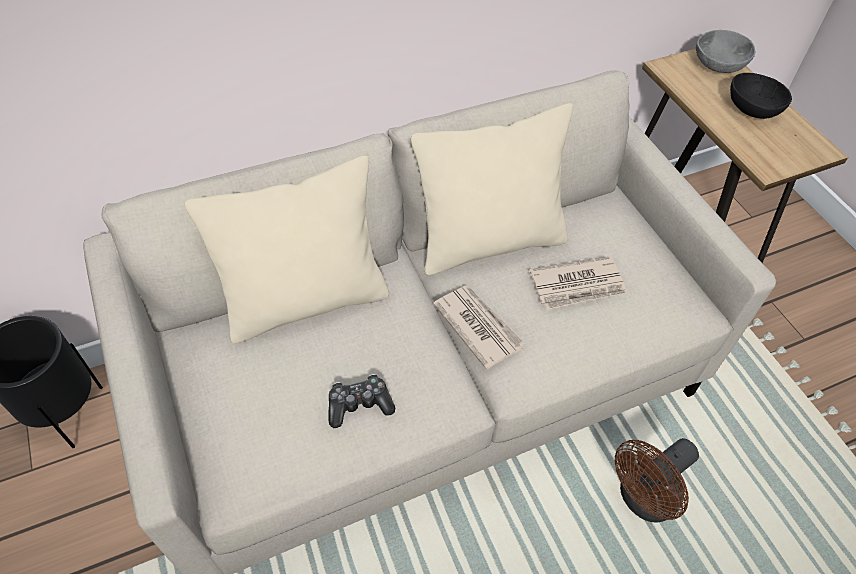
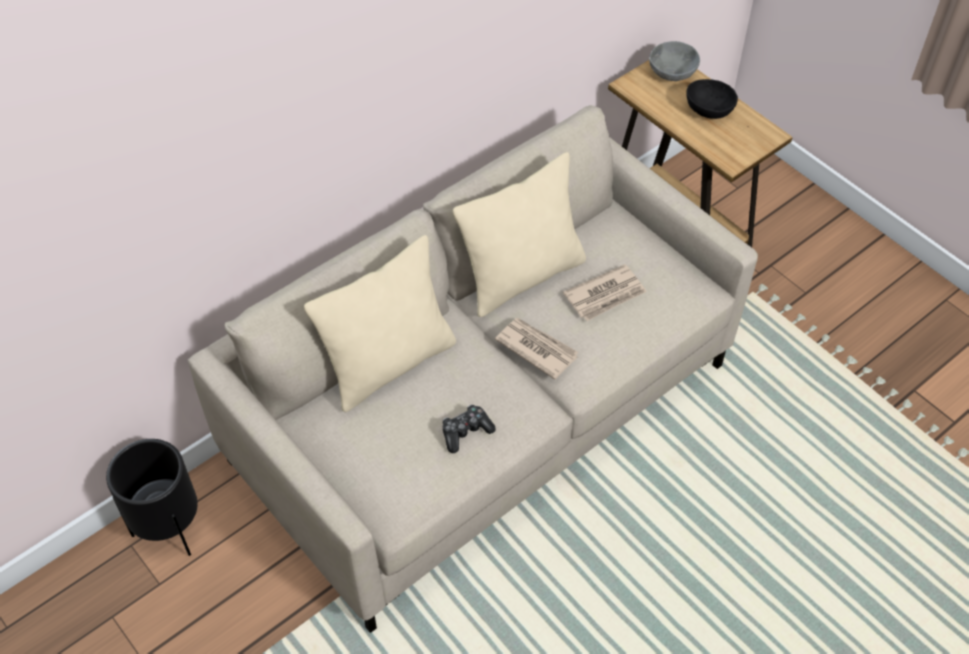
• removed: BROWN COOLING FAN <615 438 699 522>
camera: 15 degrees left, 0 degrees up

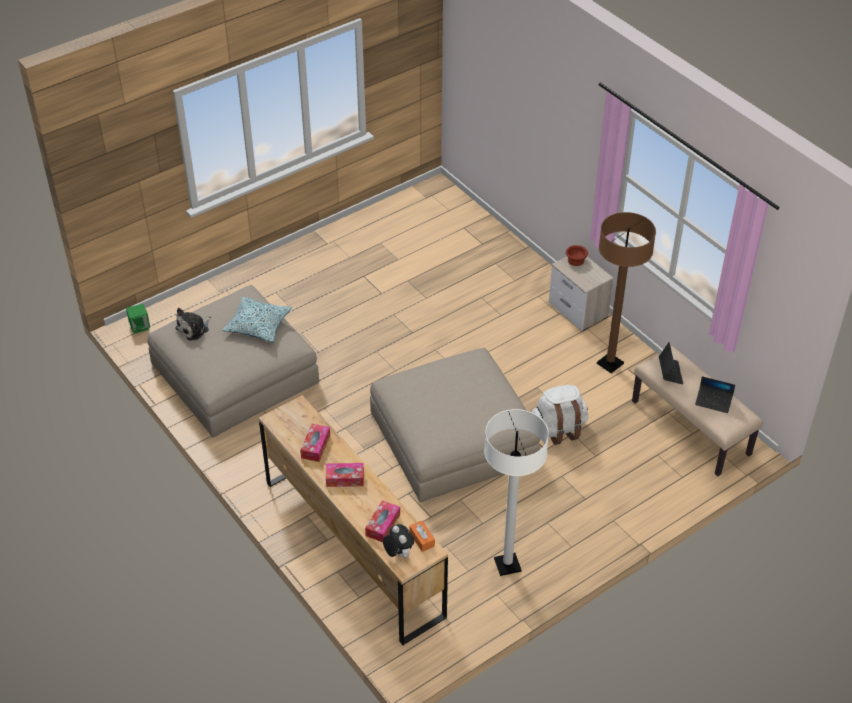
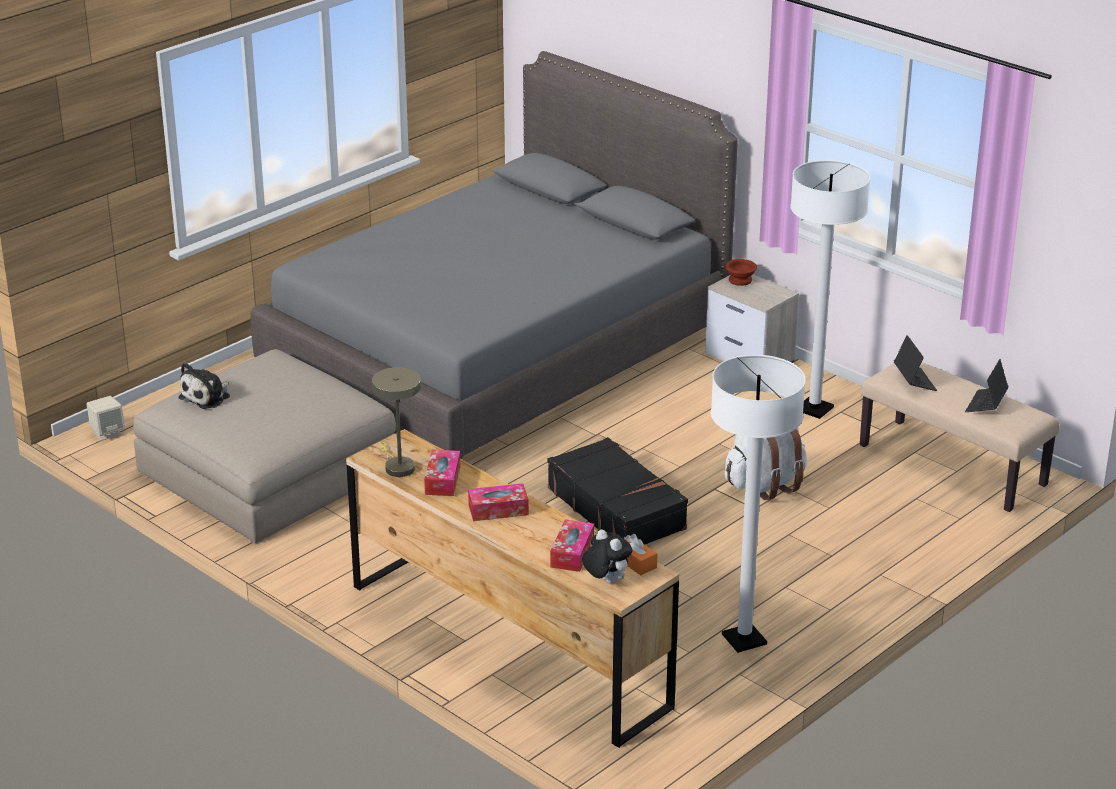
• recoloured: GREEN LOUDSPEAKER <126 304 150 334> to BEIGE LOUDSPEAKER <86 396 125 441>
• added: GREY BEDROOM BED <250 51 738 459>
• added: BEIGE TABLE LAMP <372 367 421 477>
• replaced: BEIGE POUFFE <370 348 540 503> to BLACK SUITCASE <547 437 688 544>
• recoloured: BROWN STANDARD LAMP <597 212 656 373> to WHITISH STANDARD LAMP <790 160 870 419>
• turned: LAPTOP <695 376 735 413> = <965 359 1008 412> 105 degrees clockwise
• removed: CUSHION <223 297 292 342>
camera: 10 degrees left, 15 degrees down

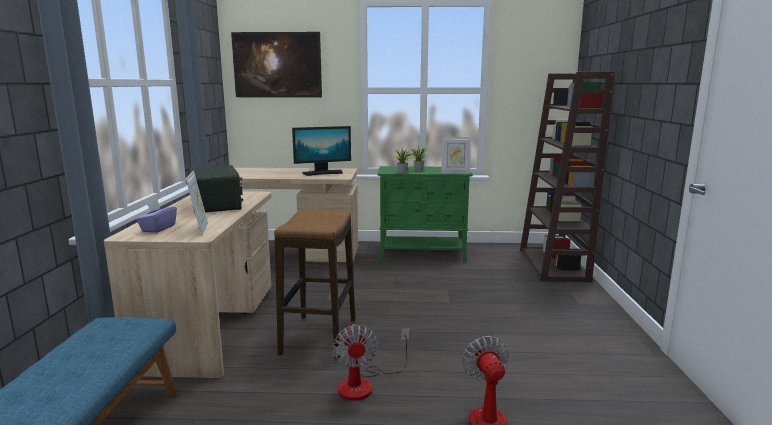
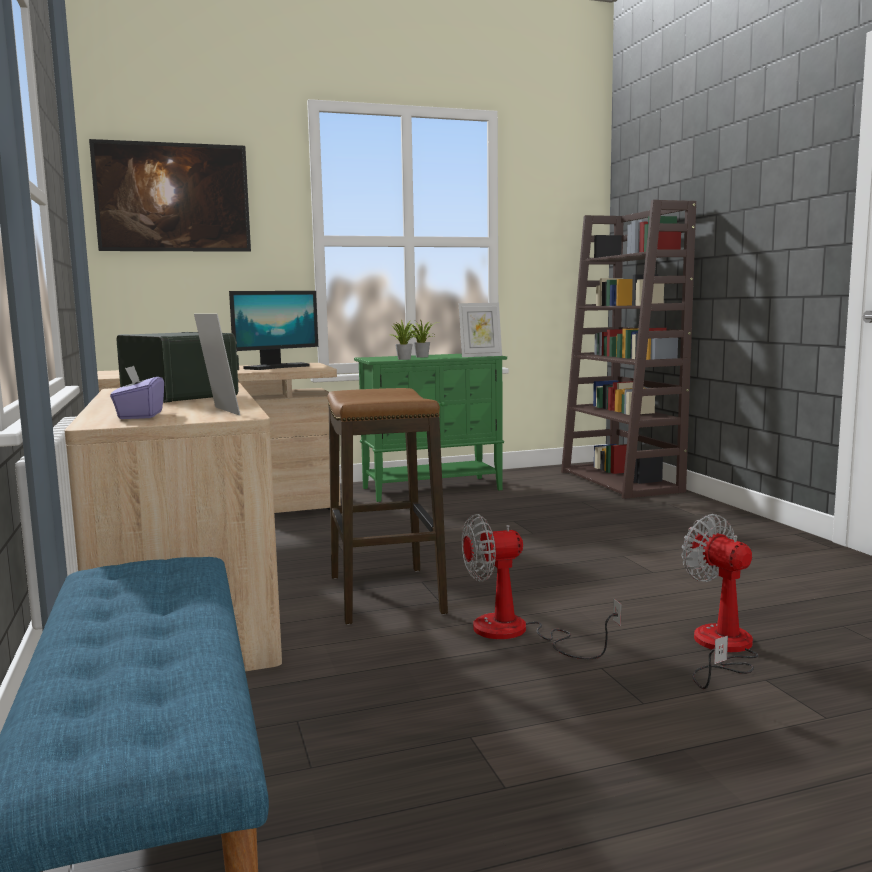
• turned: COOLING FAN <333 324 410 401> = <462 514 621 659> 105 degrees clockwise
camera: 20 degrees left, 5 degrees down

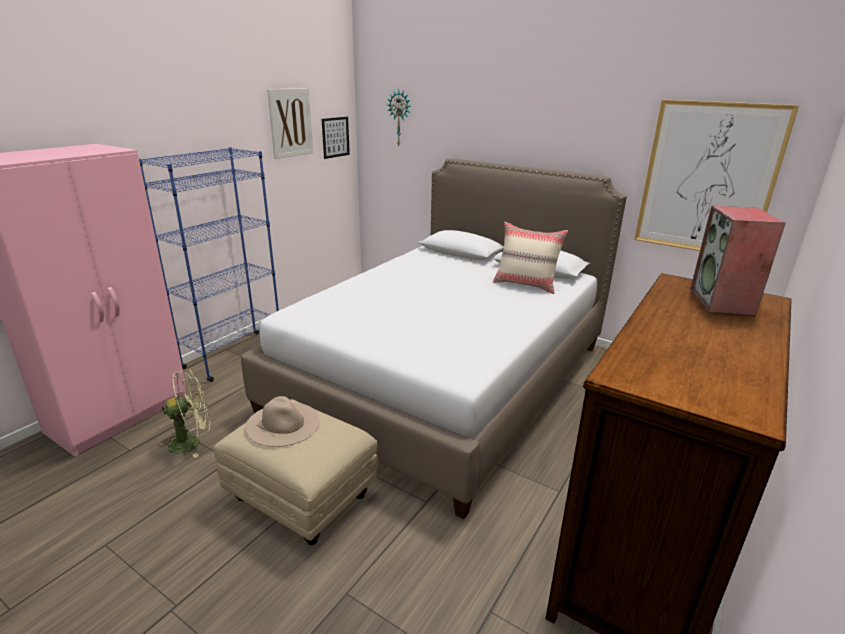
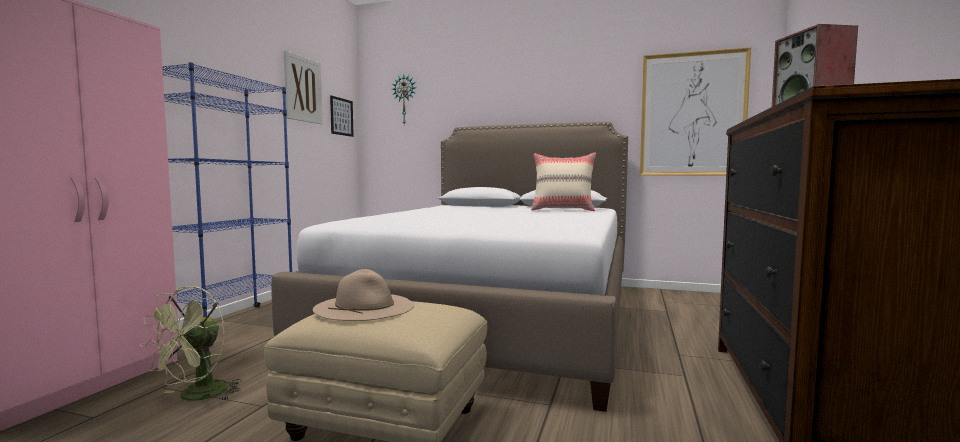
• turned: GREEN COOLING FAN <158 369 211 458> = <140 286 242 401> 150 degrees clockwise
camera: 15 degrees left, 20 degrees down

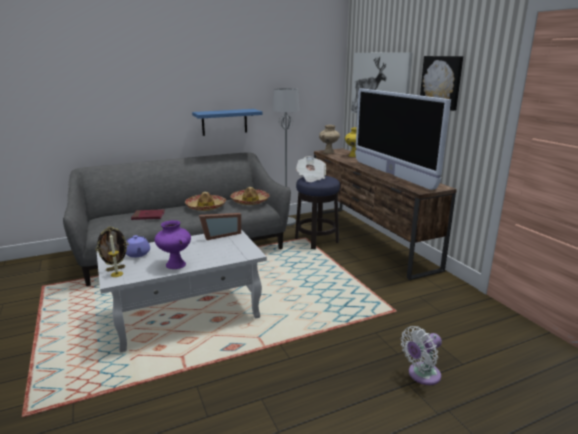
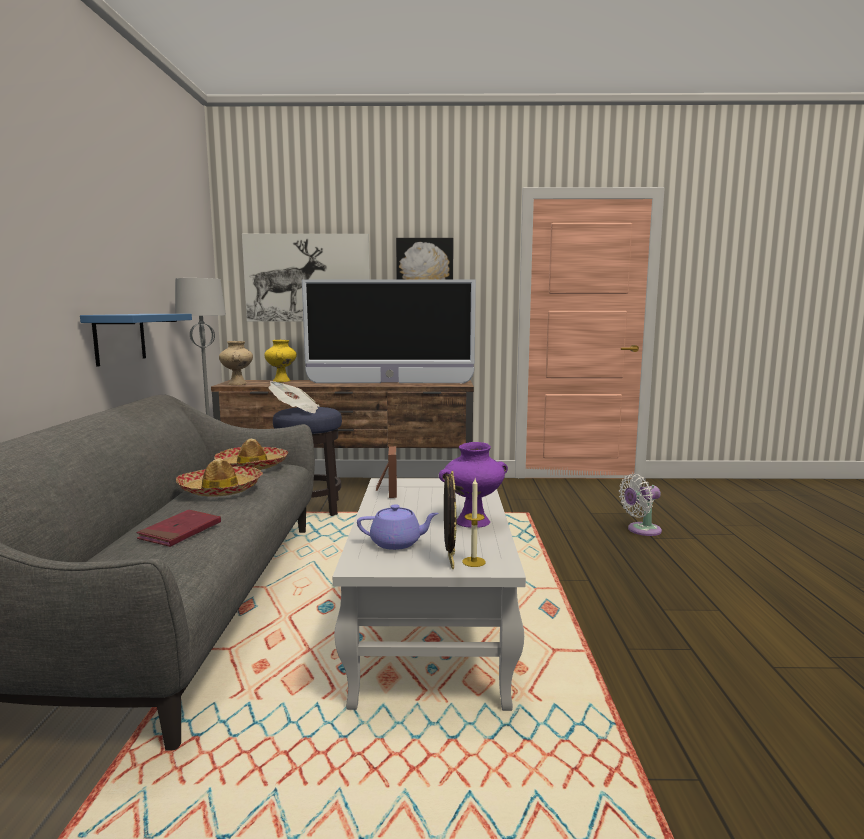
• turned: WHITISH COOLING FAN <401 326 442 385> = <619 474 662 536> 75 degrees clockwise
camera: 65 degrees left, 10 degrees down

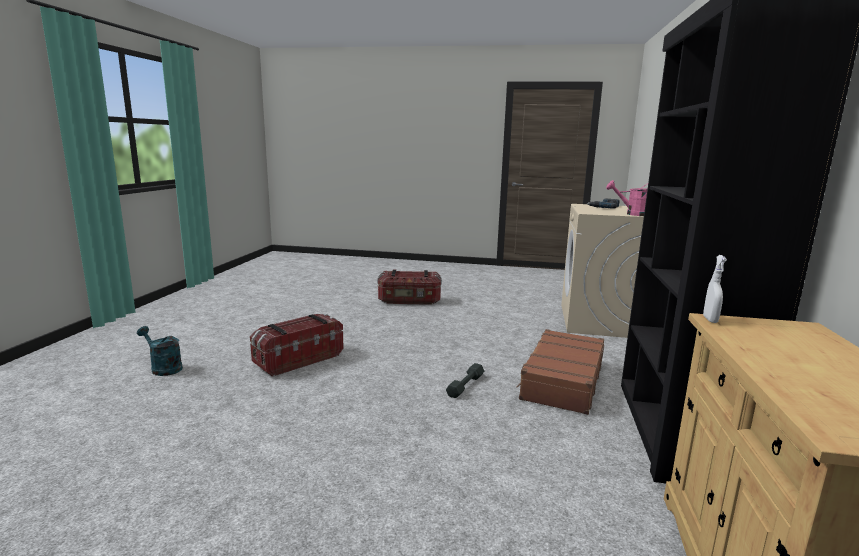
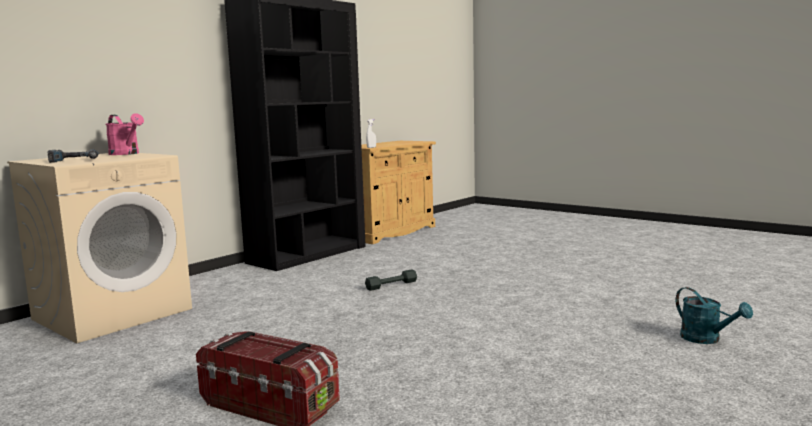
• removed: STORAGE BIN <250 314 344 377>
• removed: BROWN SUITCASE <516 329 604 415>
camera: 150 degrees left, 5 degrees down

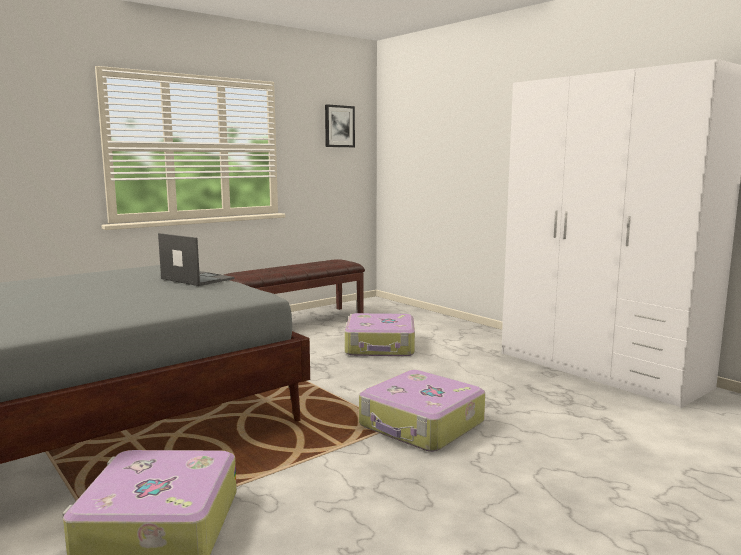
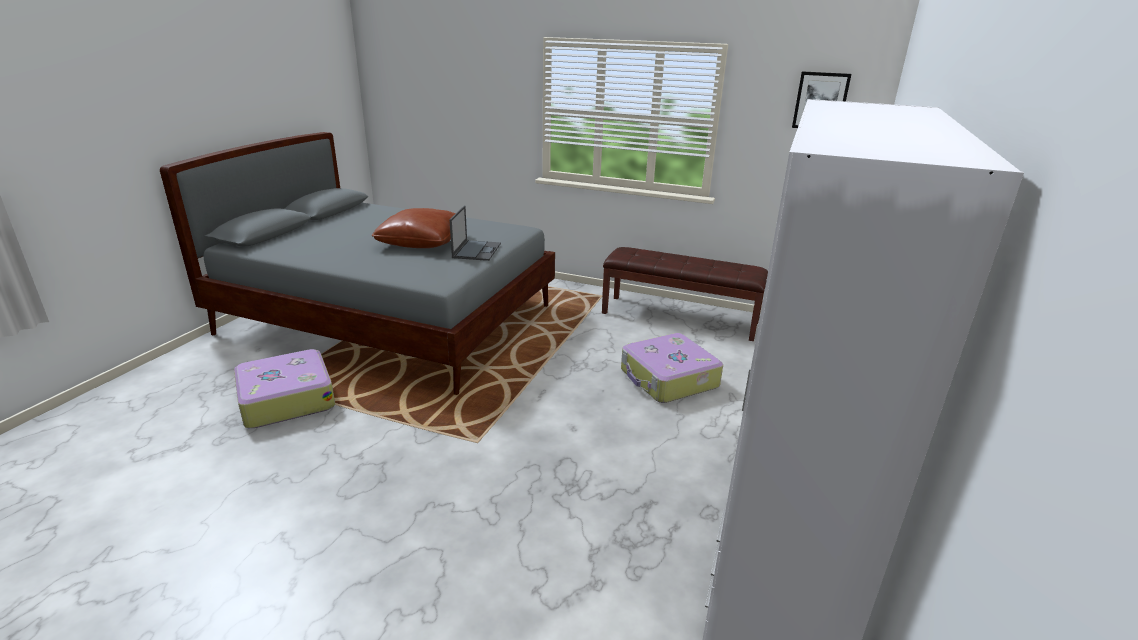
• added: BROWN CUSHION <372 208 456 248>
• removed: SUITCASE <359 370 485 452>
camera: 60 degrees right, 15 degrees up

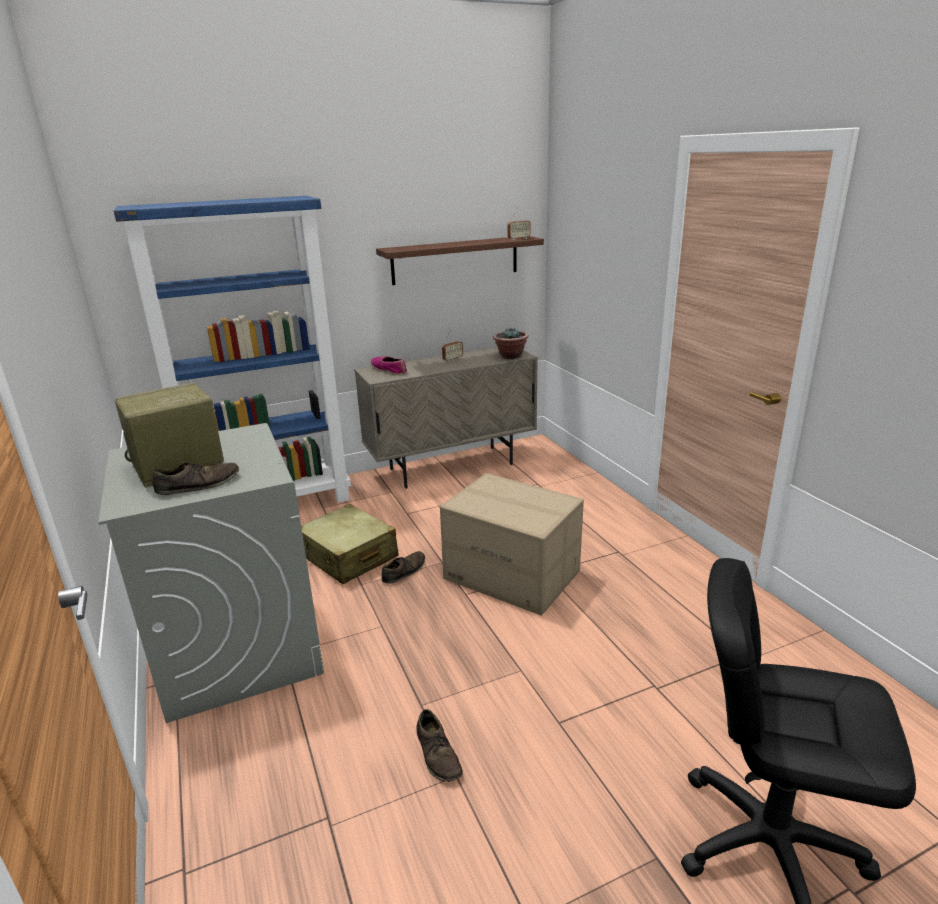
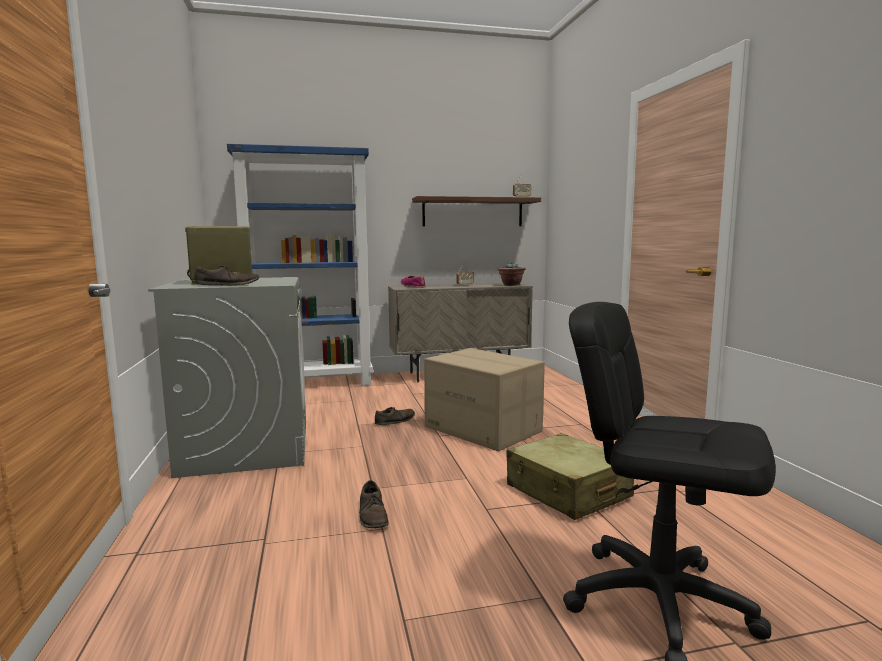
• moved: BEIGE SUITCASE <301 504 399 584> to <506 433 634 520>
camera: 10 degrees right, 15 degrees down

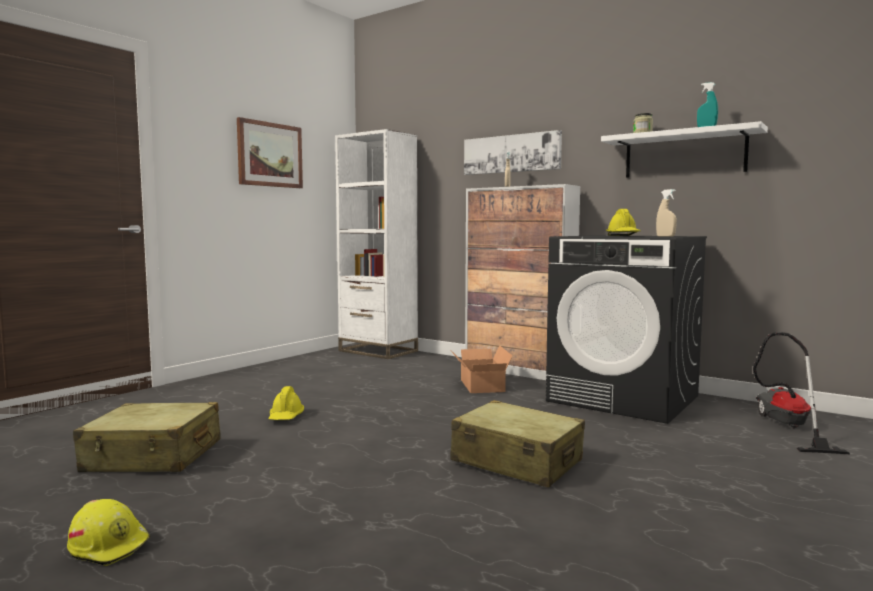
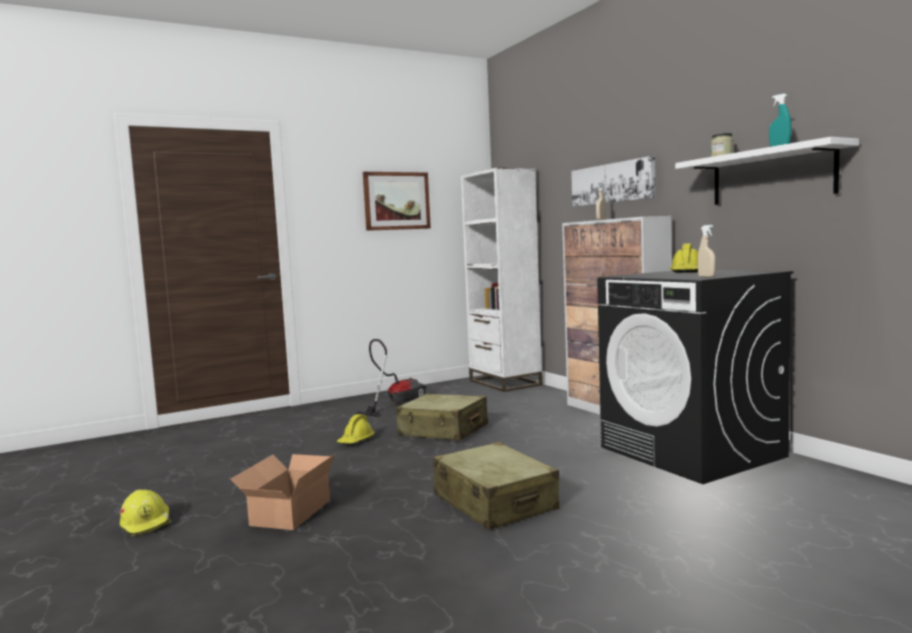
• moved: CARDBOARD BOX <451 345 512 393> to <231 454 335 530>
• moved: HOOVER <753 332 850 454> to <356 339 426 417>
• moved: BEIGE SUITCASE <73 402 221 472> to <395 394 488 441>
camera: 25 degrees right, 0 degrees up

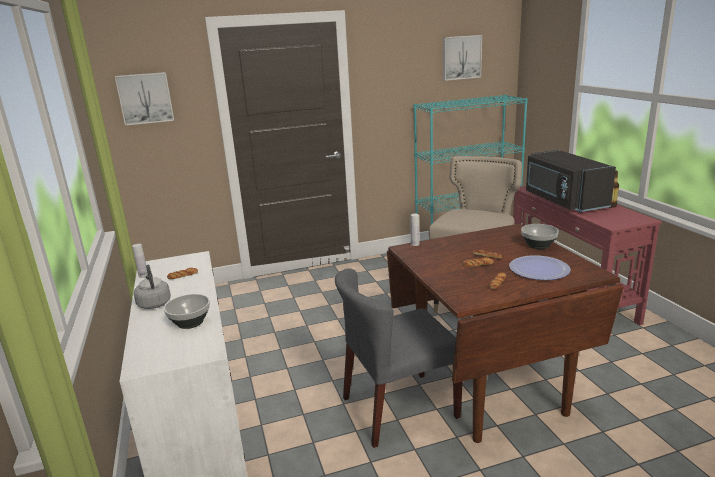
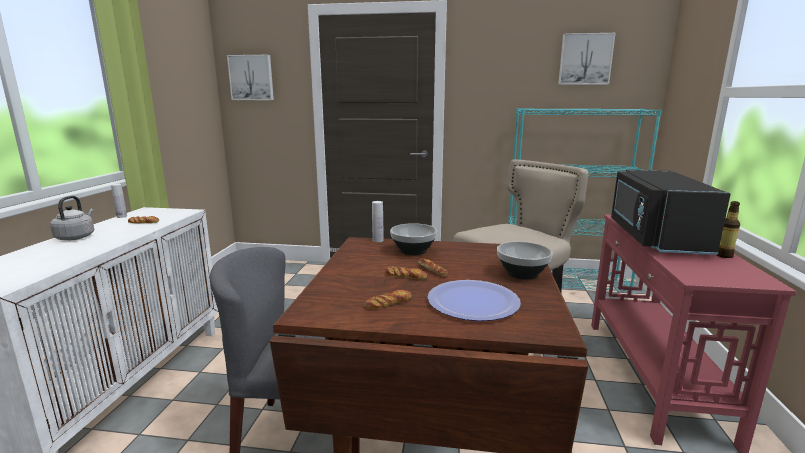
• moved: DEEP DISH <164 294 210 329> to <390 223 437 255>
camera: 25 degrees right, 5 degrees down

